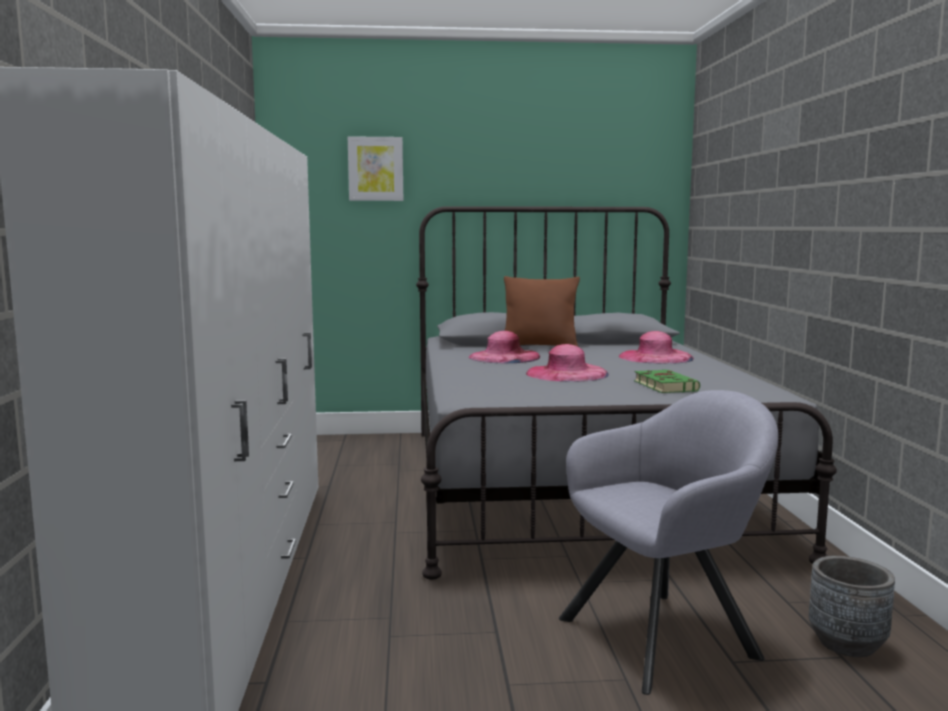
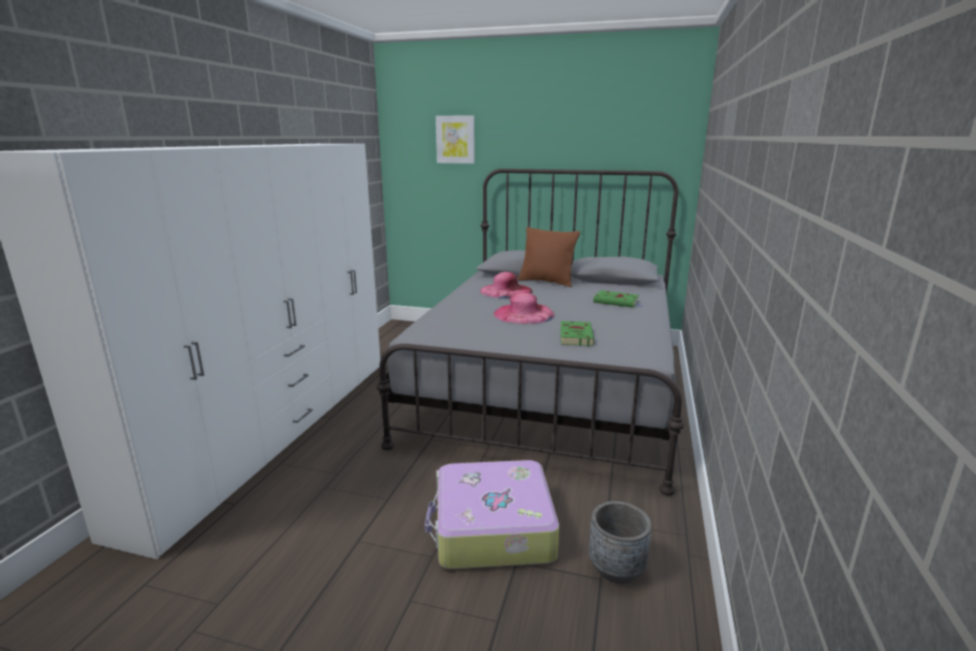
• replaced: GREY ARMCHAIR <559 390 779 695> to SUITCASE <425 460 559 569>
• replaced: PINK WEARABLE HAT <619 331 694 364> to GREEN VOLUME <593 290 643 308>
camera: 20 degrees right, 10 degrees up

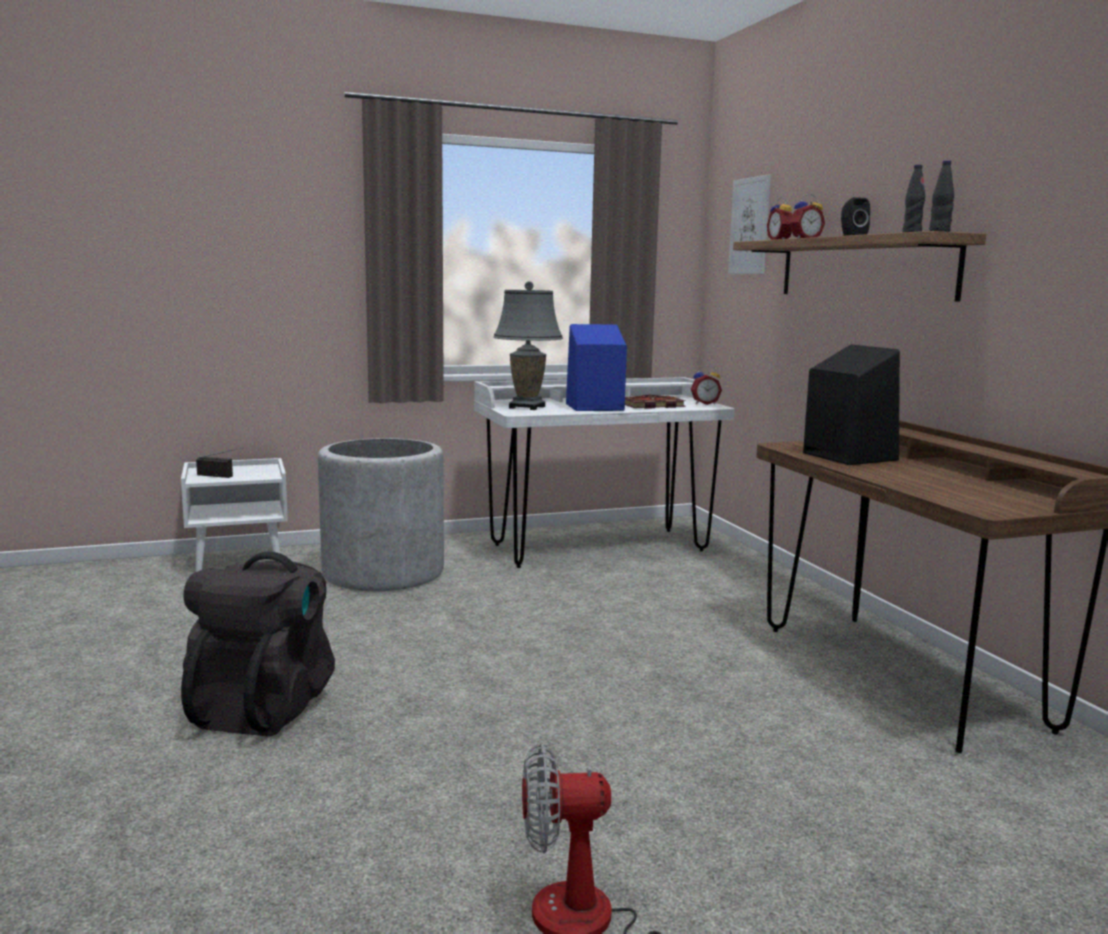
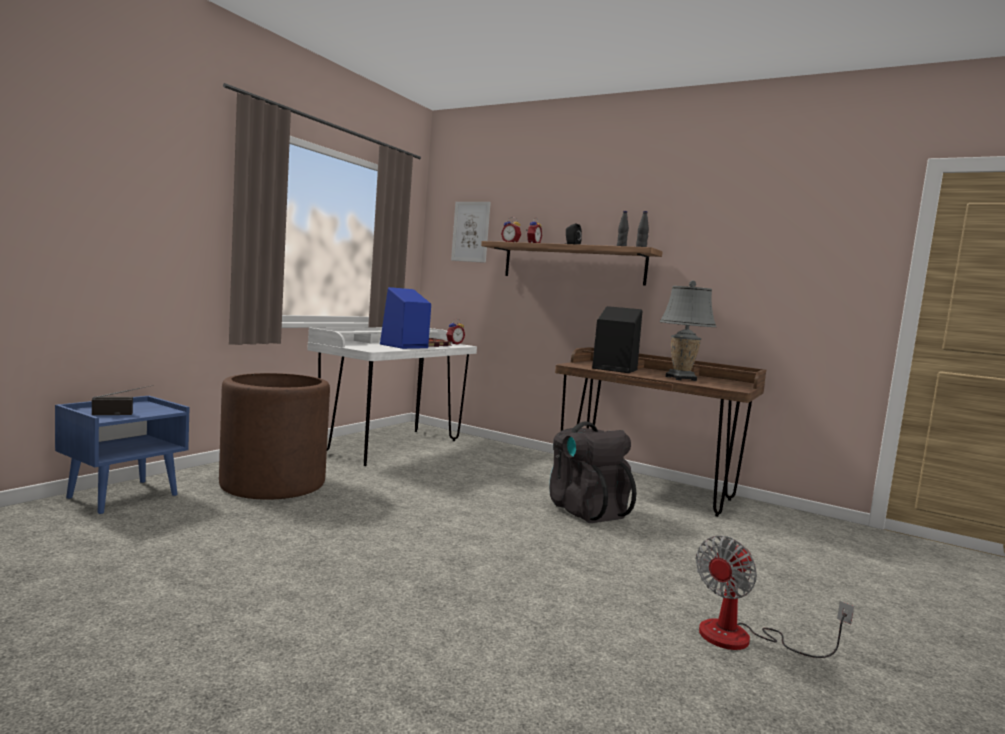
• recoloured: WHITISH BEDSIDE TABLE <181 458 288 572> to BLUE-COLOURED BEDSIDE TABLE <55 396 189 514>
• recoloured: GREY PLANT POT <318 438 444 591> to BROWN PLANT POT <219 373 330 500>
• moved: BLACK KNAPSACK <181 551 335 736> to <549 422 637 523>
• moved: GREY TABLE LAMP <493 281 563 410> to <659 280 716 381>
camera: 40 degrees left, 5 degrees down

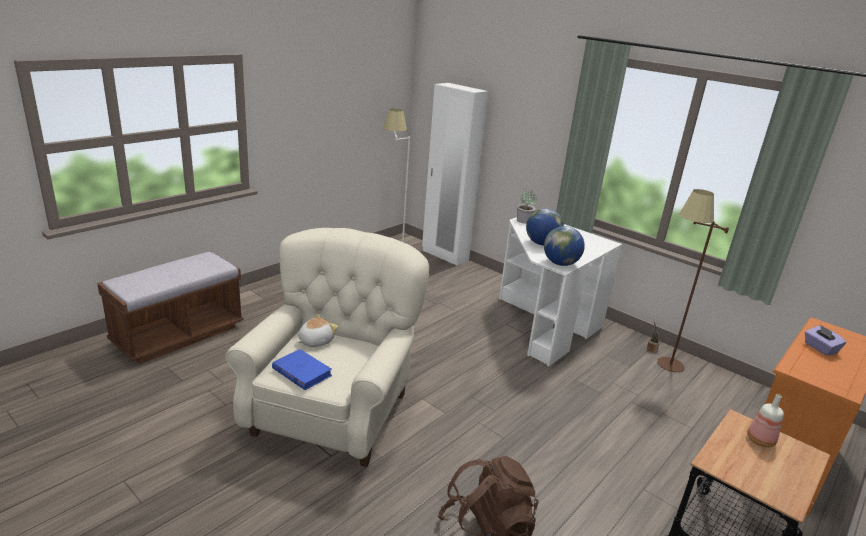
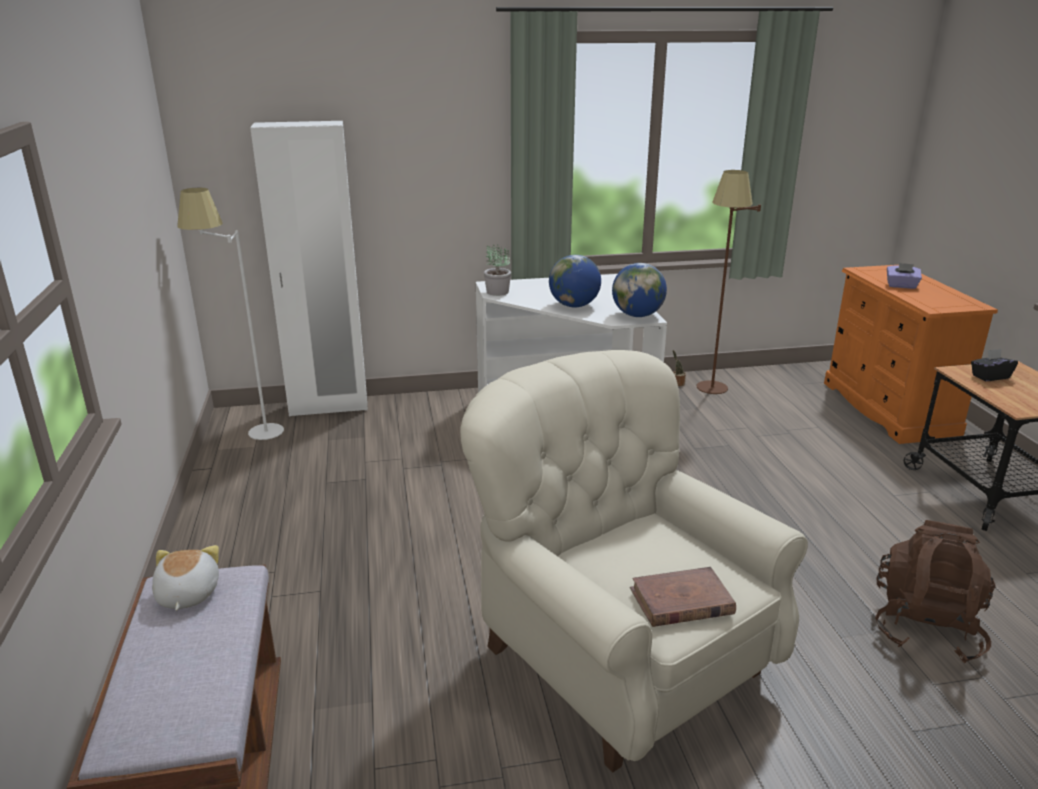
• moved: SOFT TOY <298 314 338 347> to <152 545 219 611>
• recoloured: BLUE-COLOURED VOLUME <272 349 332 390> to BROWN VOLUME <630 567 736 627>
• replaced: BOTTLE <747 394 784 448> to BLACK BOX OF TISSUES <971 349 1018 381>
camera: 50 degrees left, 0 degrees up

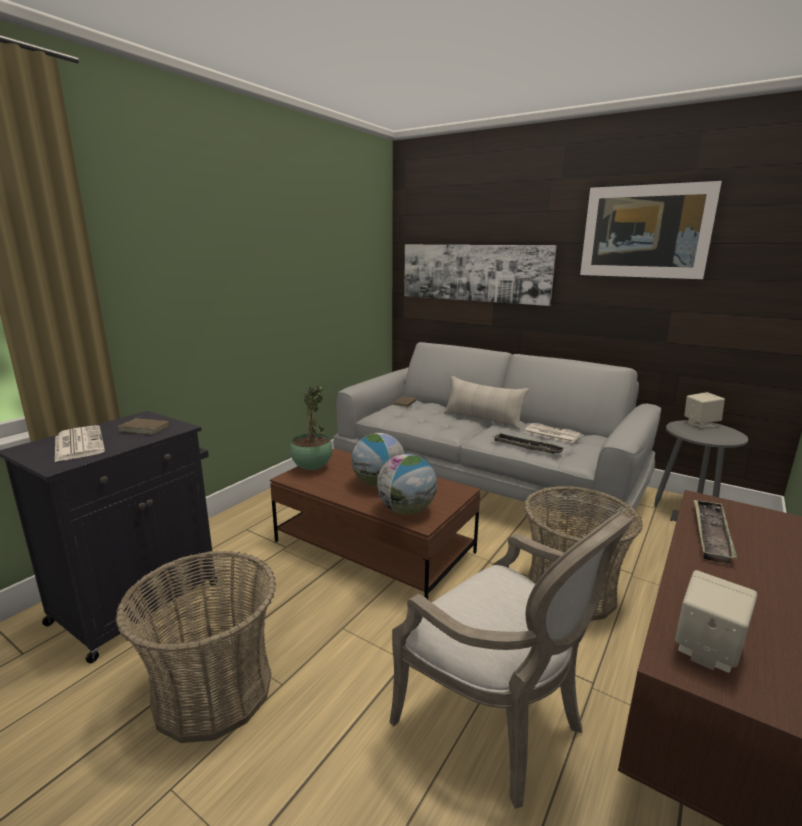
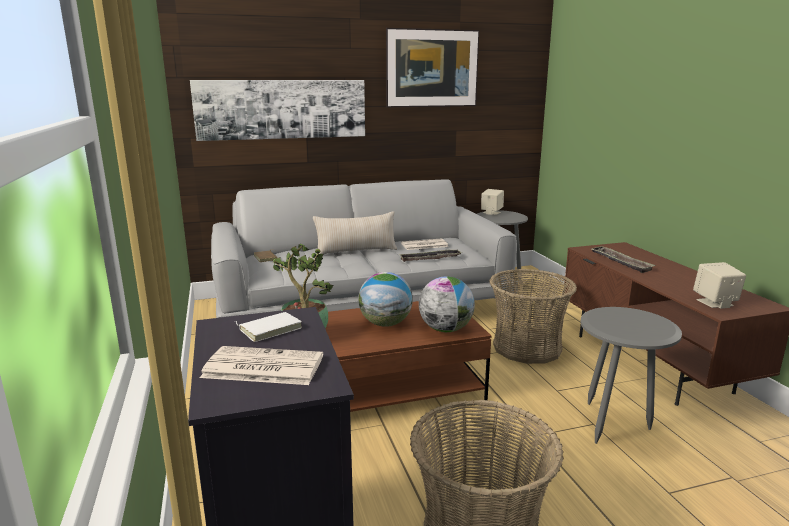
• recoloured: BROWN VOLUME <118 416 170 434> to WHITISH VOLUME <236 312 302 342>
• replaced: ARMCHAIR <389 512 633 809> to GREY END TABLE <581 307 682 444>
camera: 50 degrees left, 0 degrees up

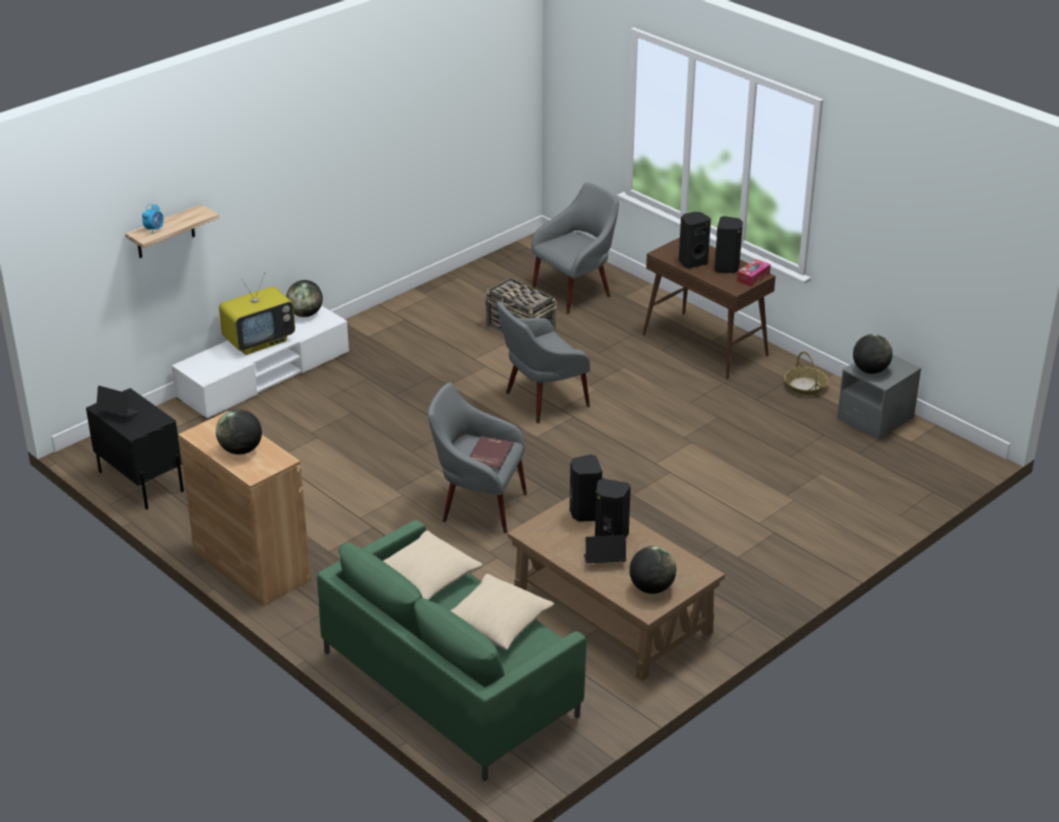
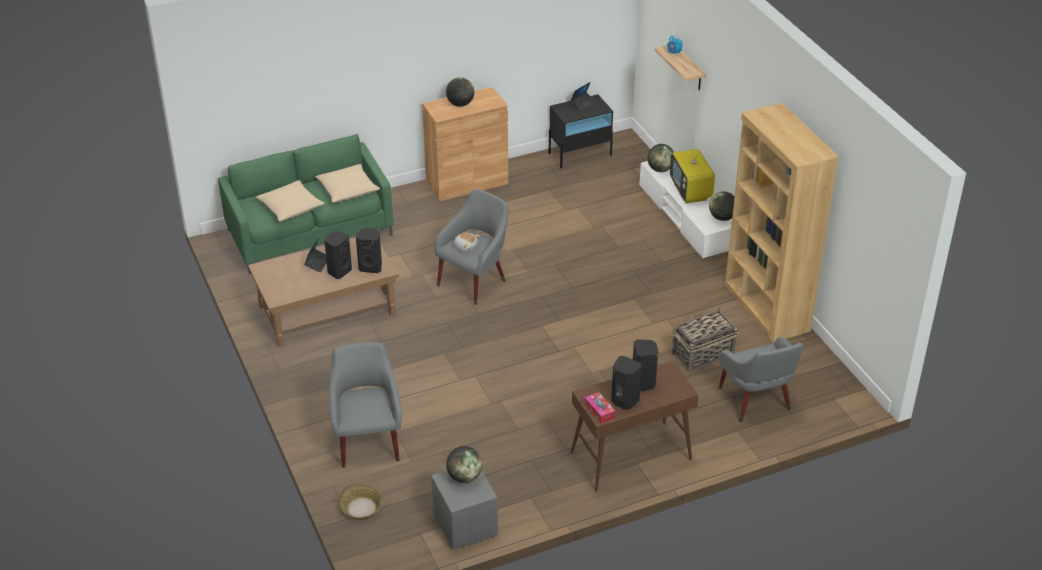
• moved: GREY ARMCHAIR <497 301 590 424> to <329 342 402 468>
• moved: STORAGE BASKET <784 351 828 395> to <340 483 382 520>
• replaced: REDDISH VOLUME <469 436 513 472> to SOFT TOY <454 233 480 252>
• moved: DESK GLOBE <629 546 676 594> to <647 144 674 172>
• added: BROWN BOOKSHELF <725 103 839 343>
camera: 110 degrees right, 5 degrees up

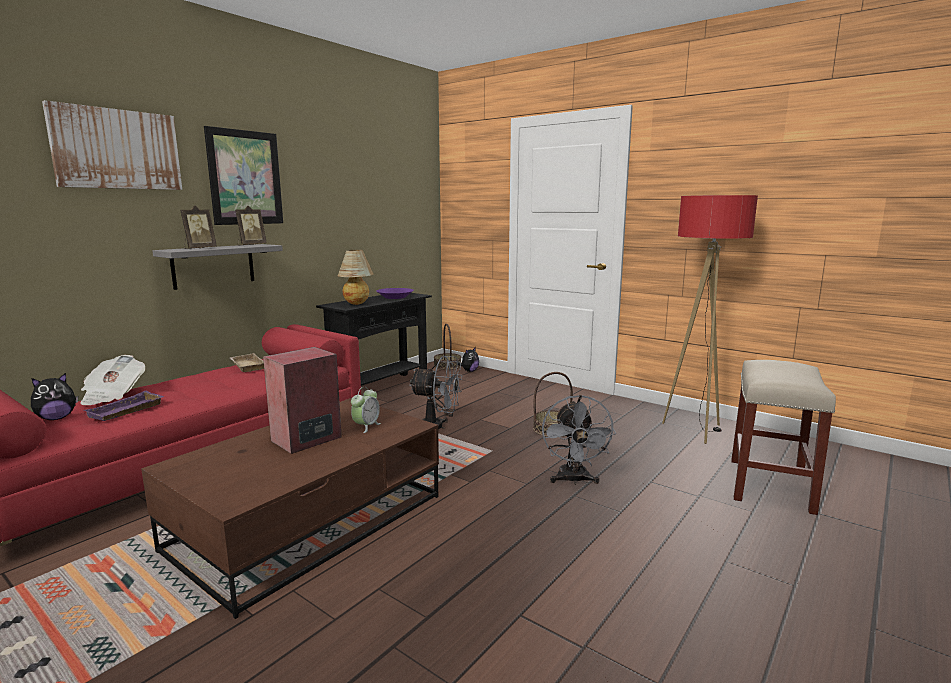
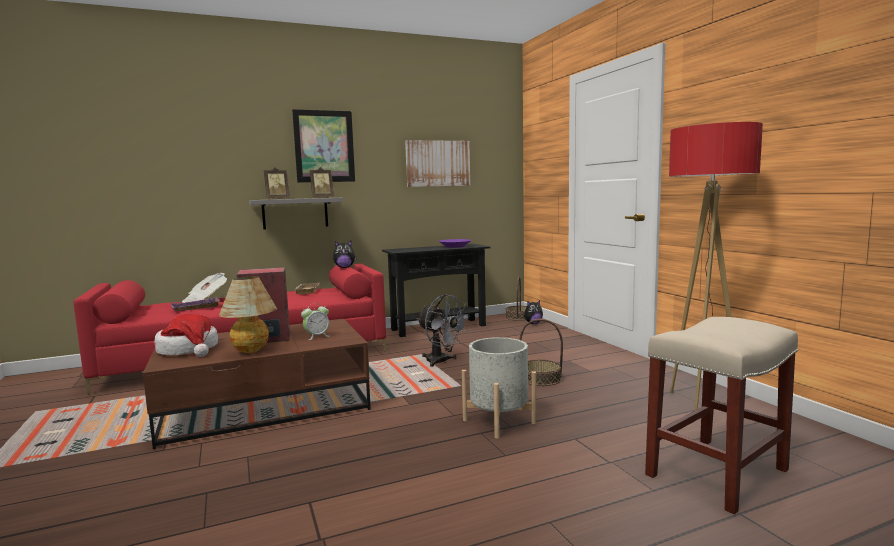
• added: WEARABLE HAT <154 314 218 357>
• moved: TABLE LAMP <338 250 373 305> to <219 276 277 353>
• moved: SOFT TOY <31 373 78 420> to <333 241 357 268>
• moved: WALL PICTURE <42 100 182 190> to <405 140 470 187>
• replaced: GREY COOLING FAN <542 395 616 485> to GREY PLANT POT <462 337 536 439>
camera: 30 degrees right, 5 degrees down

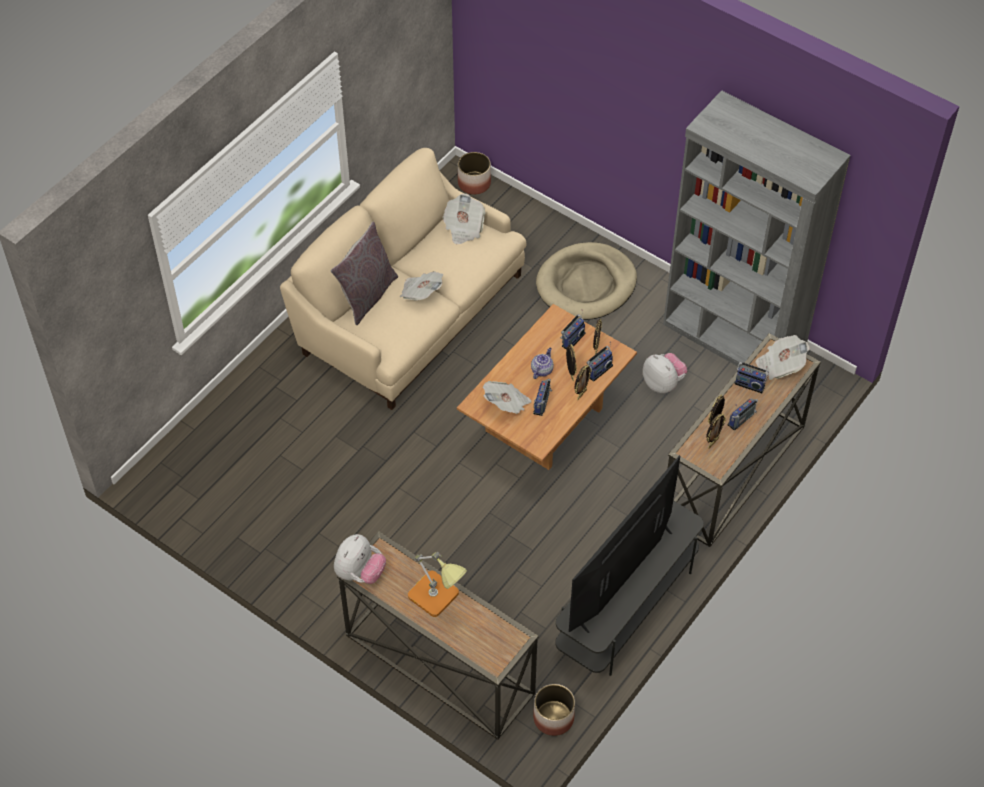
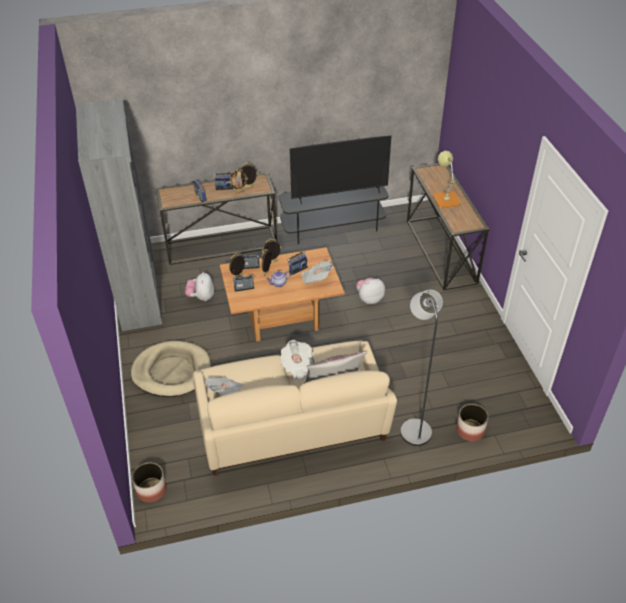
• moved: SOFT TOY <334 534 386 584> to <356 277 385 304>
• added: GREY STANDARD LAMP <400 290 443 446>
• moved: PLANT POT <533 684 575 736> to <456 404 488 441>
• removed: NEWSPAPER <756 335 810 380>
camera: 140 degrees left, 10 degrees down

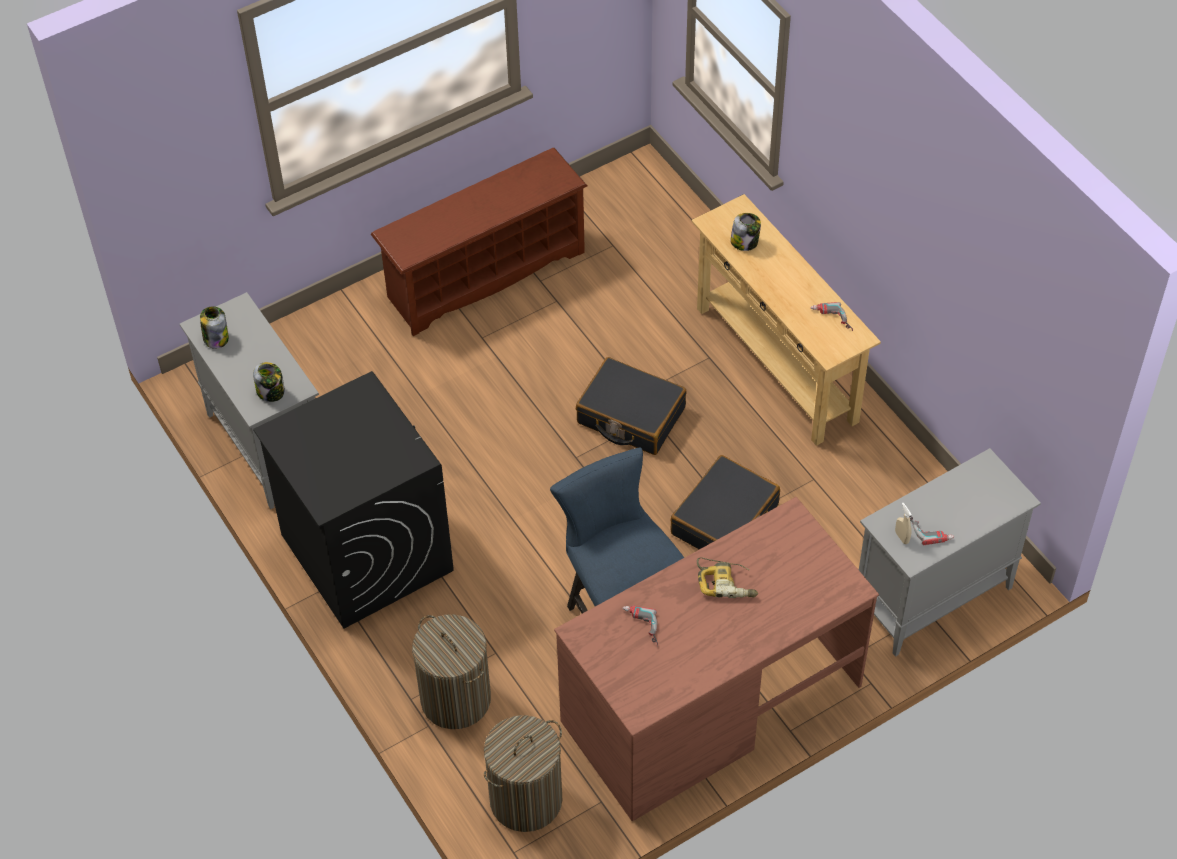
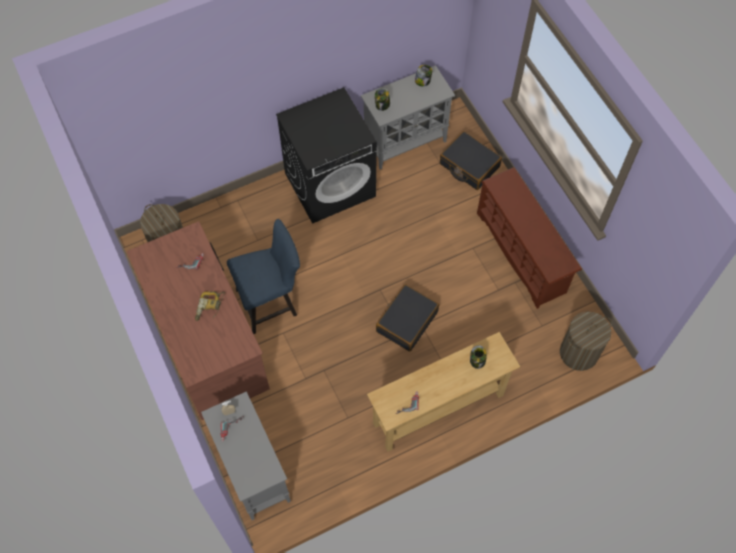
• moved: BLACK SUITCASE <670 455 780 549> to <440 131 502 190>
• moved: WASHING BASKET <412 614 491 729> to <560 312 612 371>
camera: 95 degrees right, 10 degrees up

